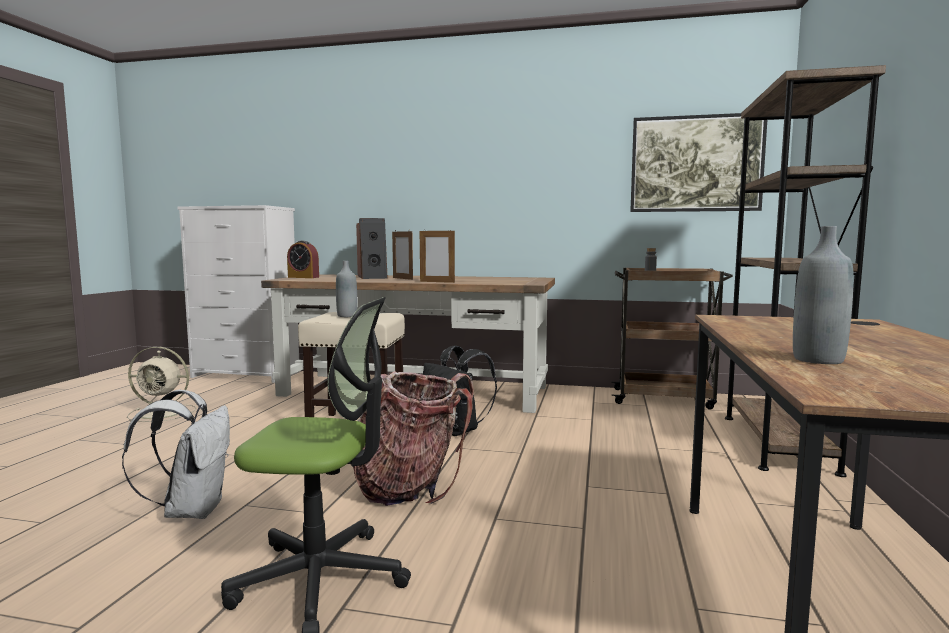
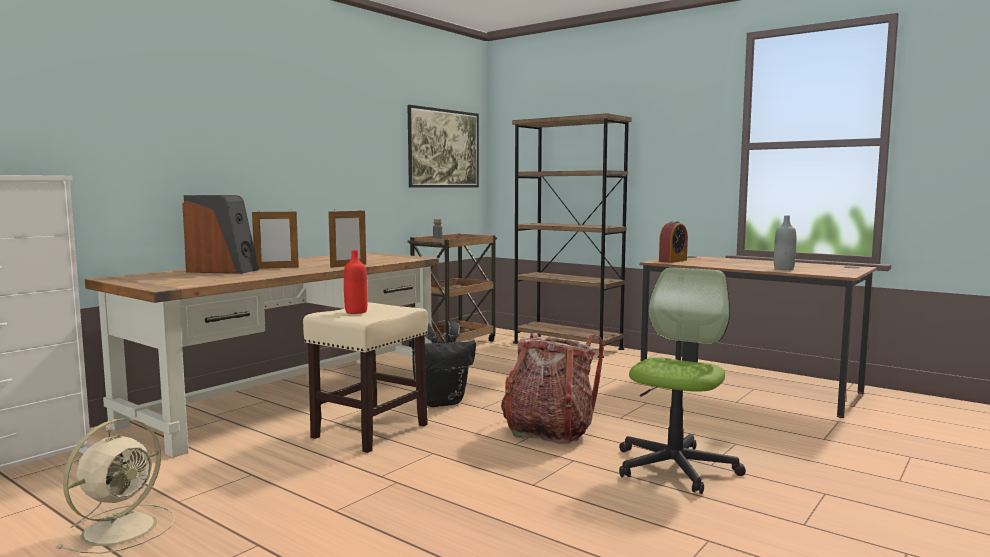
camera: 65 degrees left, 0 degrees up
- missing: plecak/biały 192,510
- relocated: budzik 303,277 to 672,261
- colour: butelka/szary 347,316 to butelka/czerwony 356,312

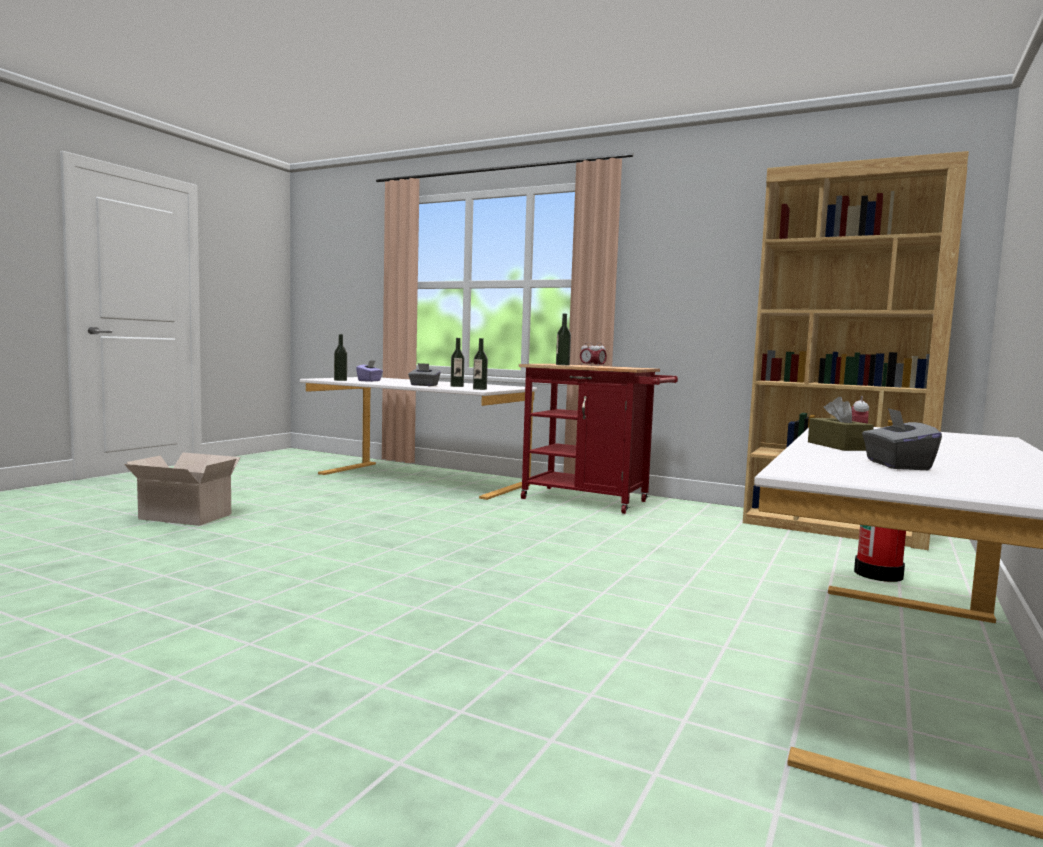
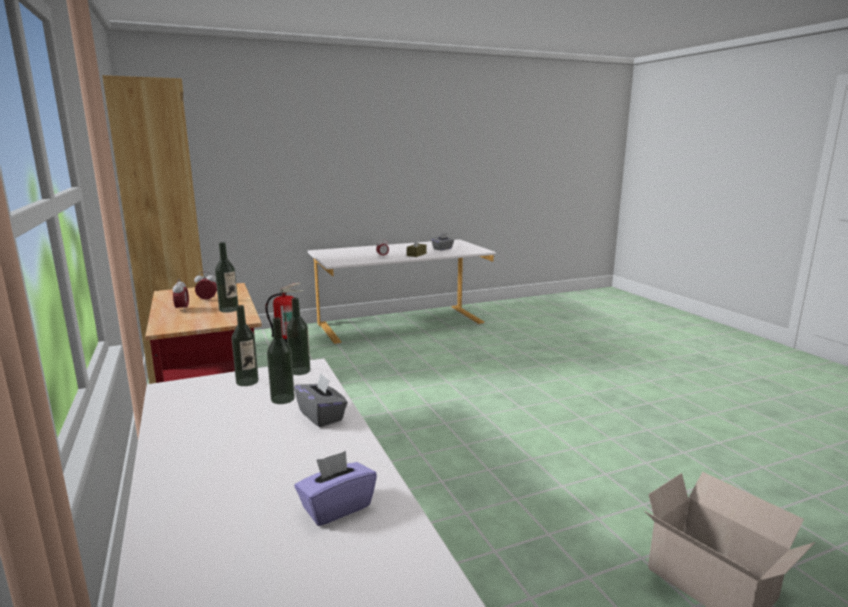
camera: 140 degrees left, 10 degrees up
- relocated: butelka 340,380 to 247,381

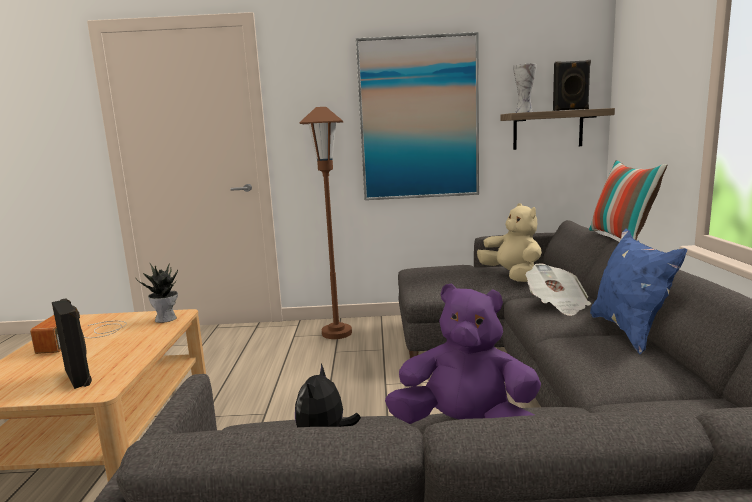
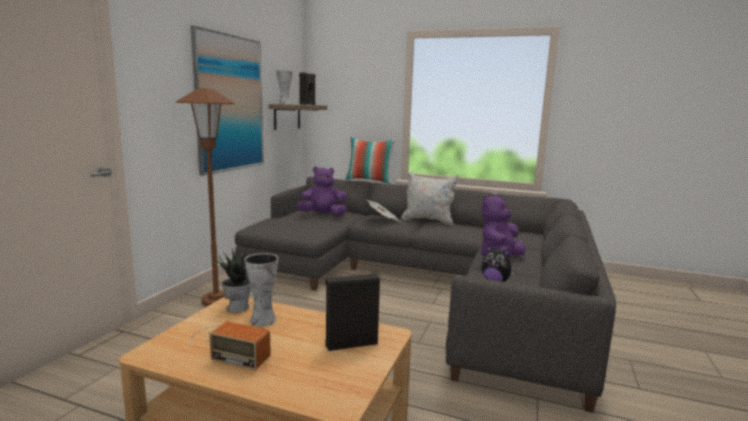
camera: 70 degrees left, 0 degrees up
- appeared: wazon 262,320
- colour: pluszak/beżowy 512,276 to pluszak/fioletowy 323,215
- colour: poduszka/niebieski 629,332 to poduszka/biały 428,221

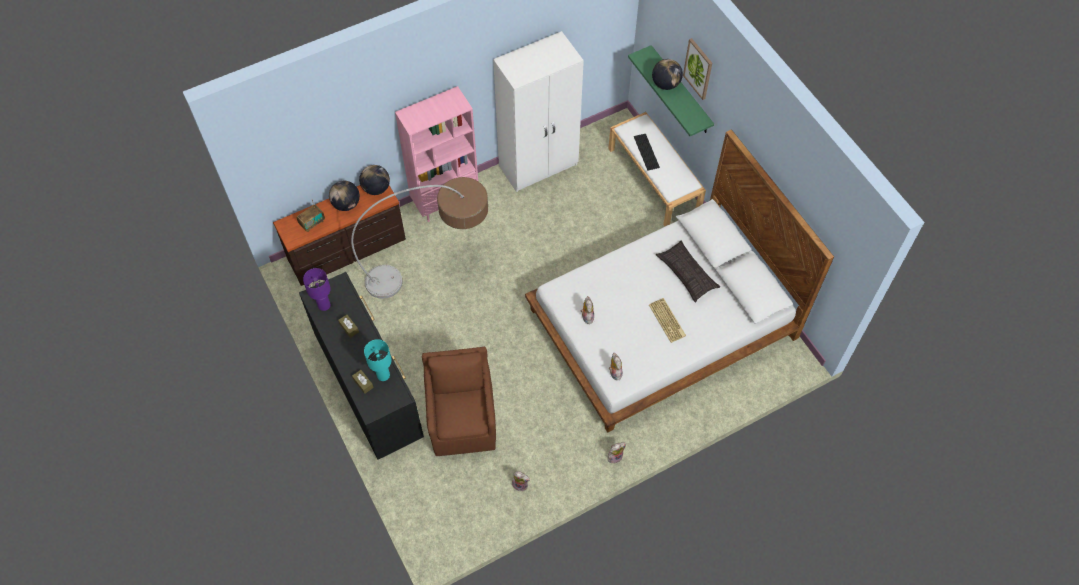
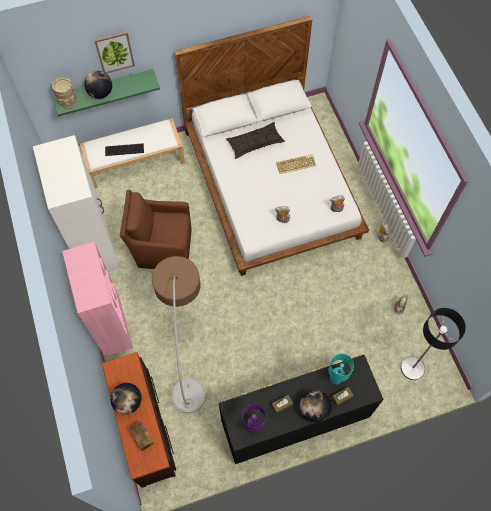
camera: 80 degrees left, 5 degrees up
- appeared: wazon/beżowy 68,101
- appeared: lampa stojąca 412,368
- relocated: globus 376,188 to 314,409
- relocated: fotel/brązowy 463,421 to 162,247

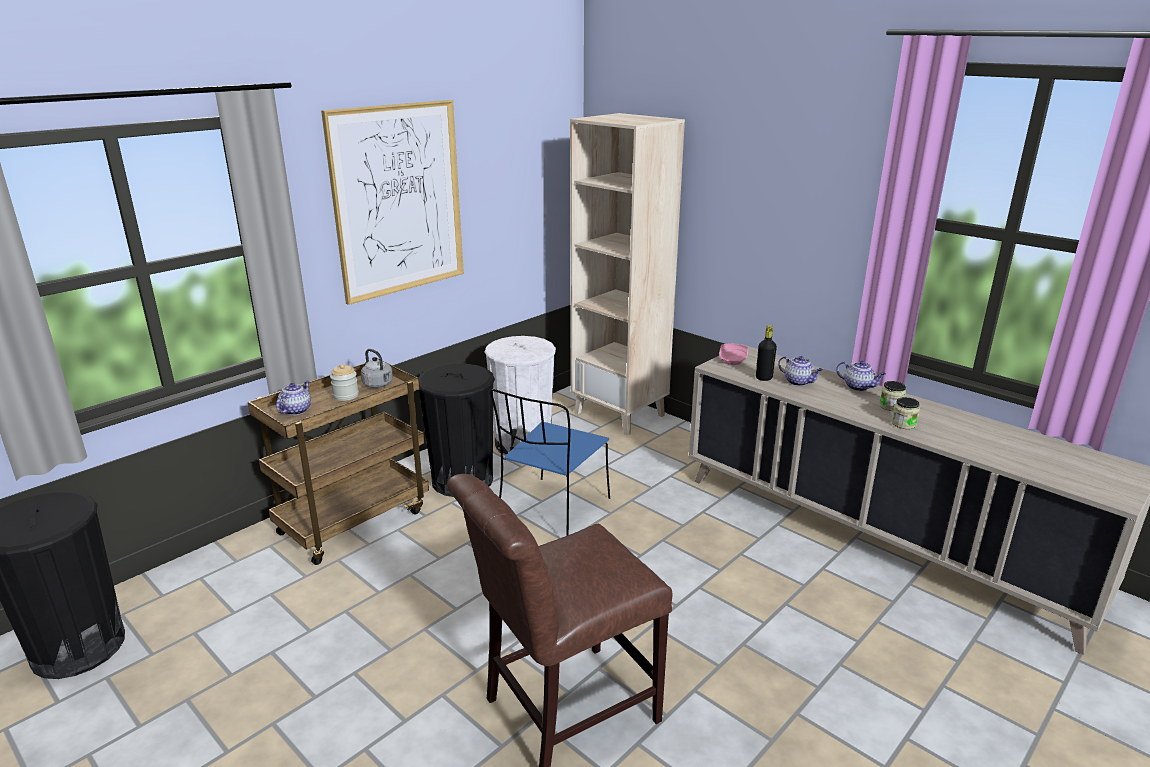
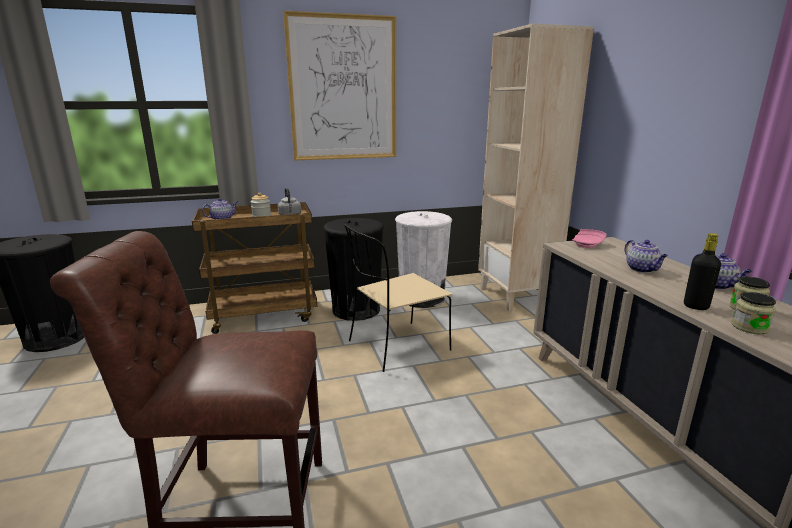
camera: 30 degrees right, 5 degrees down
- relocated: butelka/czarny 764,378 to 696,306
- colour: krzesło/niebieski 552,511 to krzesło/beżowy 396,346

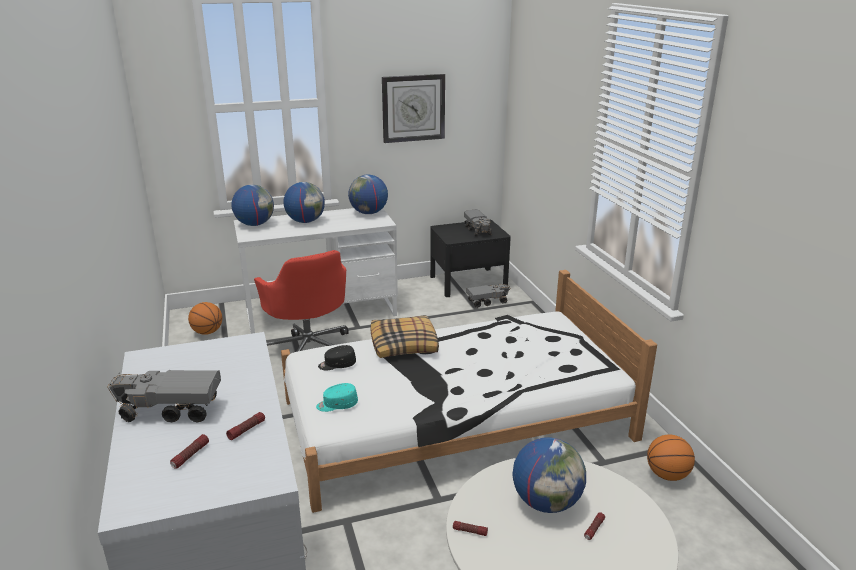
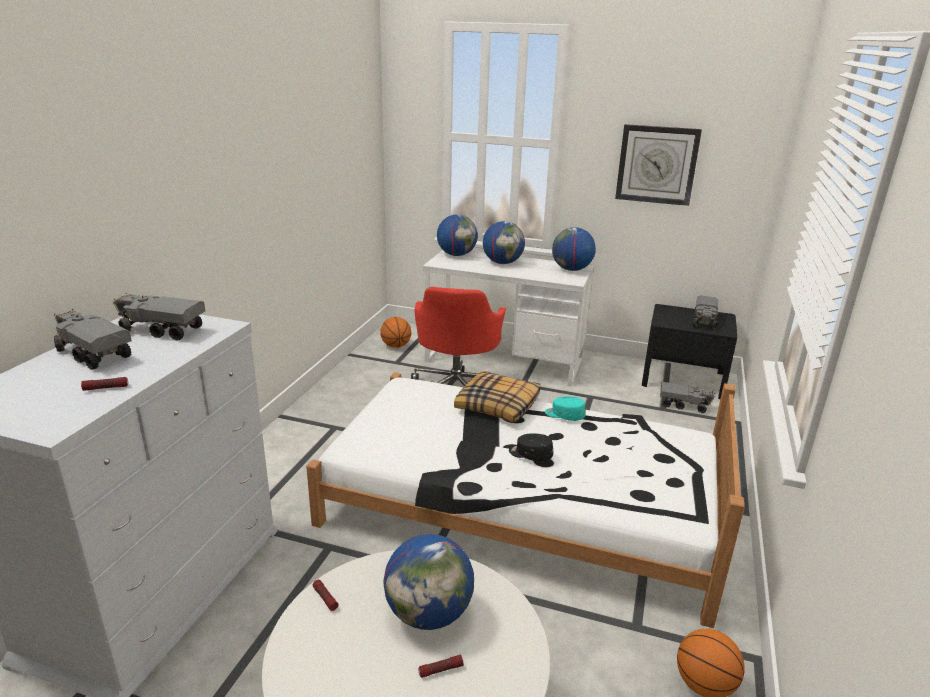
camera: 35 degrees right, 0 degrees up
- missing: latarka 190,456
- appeared: ciężarówka zabawkowa 161,330
- relocated: czapka z daszkiem/turkusowy 337,405 to 564,415
- relocated: czapka z daszkiem/czarny 337,365 to 530,455

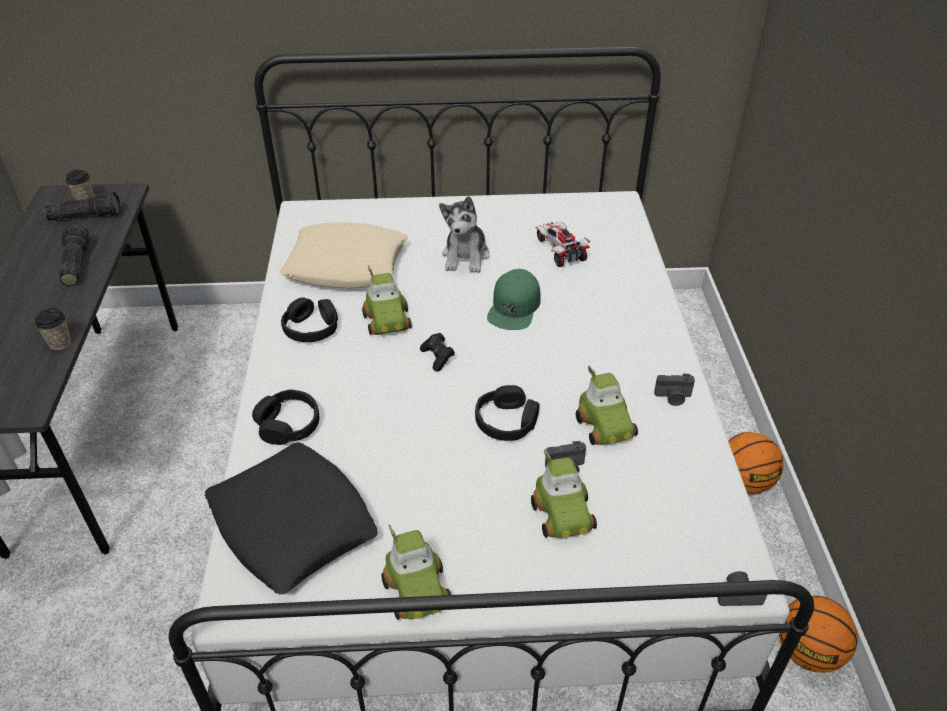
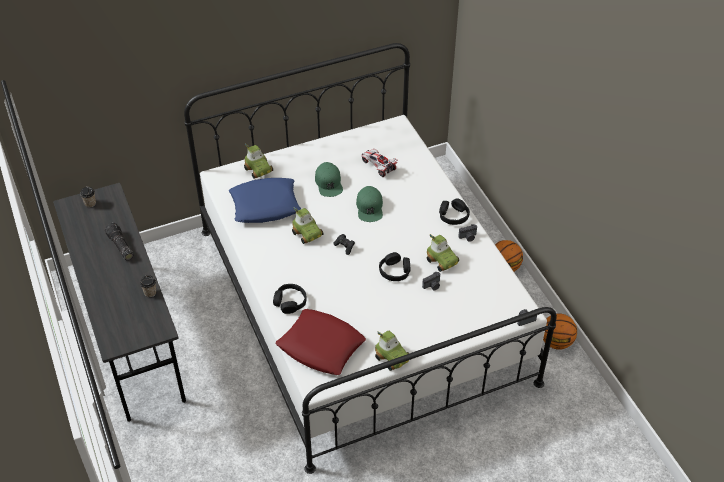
camera: 20 degrees left, 5 degrees up
- missing: latarka 87,216
- relocated: słuchawki/czarny 311,328 to 453,216
- relocated: samochodzik 564,515 to 259,169
- exchanged: pluszak 466,256 to czapka z daszkiem/zielony 329,183
- colour: poduszka/czarny 292,523 to poduszka/czerwony 320,346
- colour: poduszka/beżowy 346,265 to poduszka/niebieski 265,205

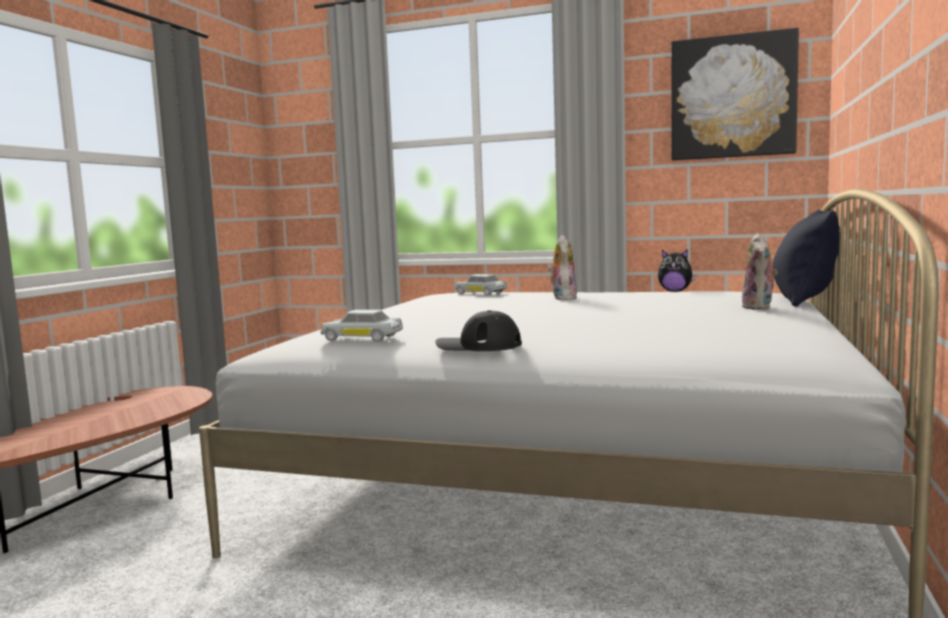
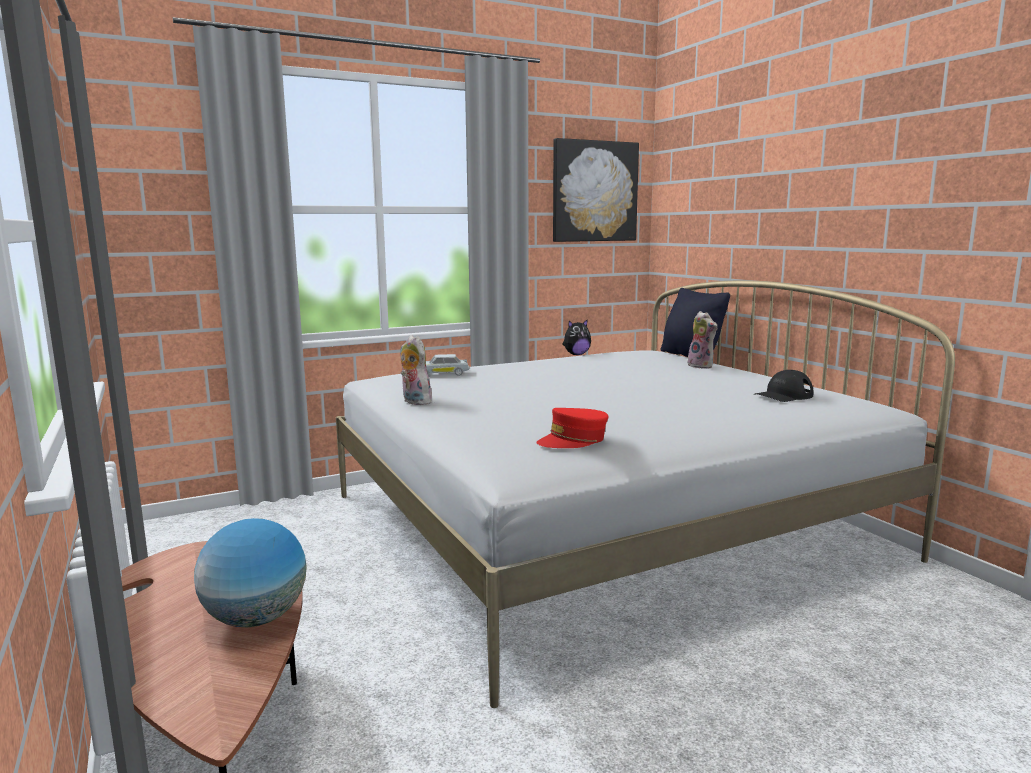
camera: 45 degrees left, 5 degrees up
- appeared: globus 256,619
- relocated: czapka z daszkiem/czarny 478,345 to 783,395
- relocated: pluszak 562,298 to 414,402
- exchanged: samochodzik/biały 362,338 to czapka z daszkiem/czerwony 573,440

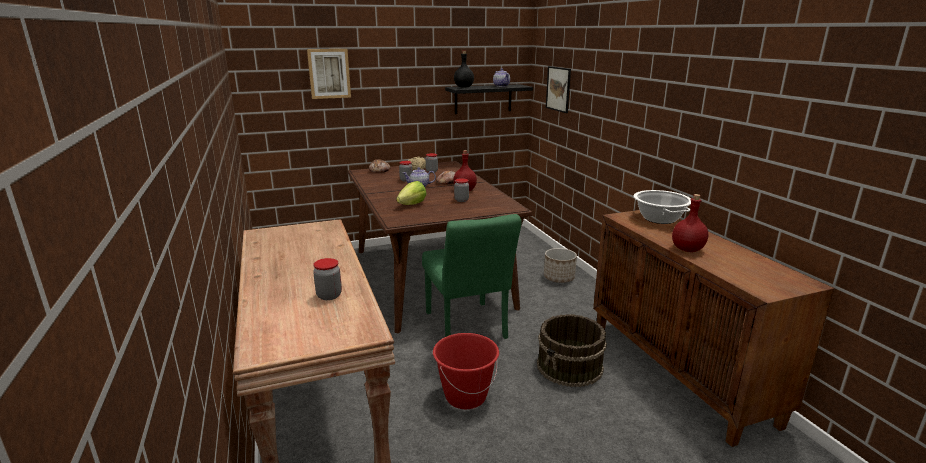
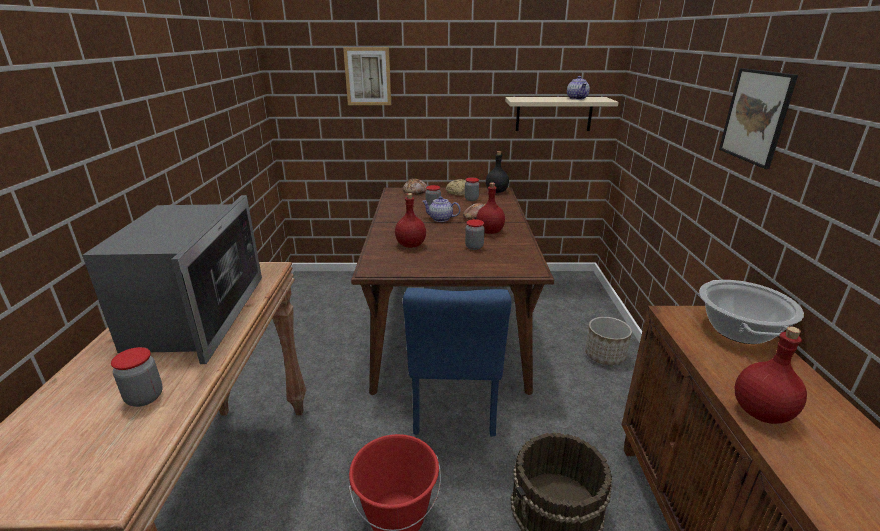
camera: 20 degrees right, 5 degrees up
- appeared: mikrofalówka 196,315
- relocated: butelka/czarny 464,87 to 497,191
- relocated: obraz 558,89 to 755,116
- exchanged: sałata 412,204 to butelka/czerwony 411,245
- colour: krzesło/zielony 468,329 to krzesło/niebieski 454,408
- colour: półka/czarny 483,99 to półka/beżowy 554,114

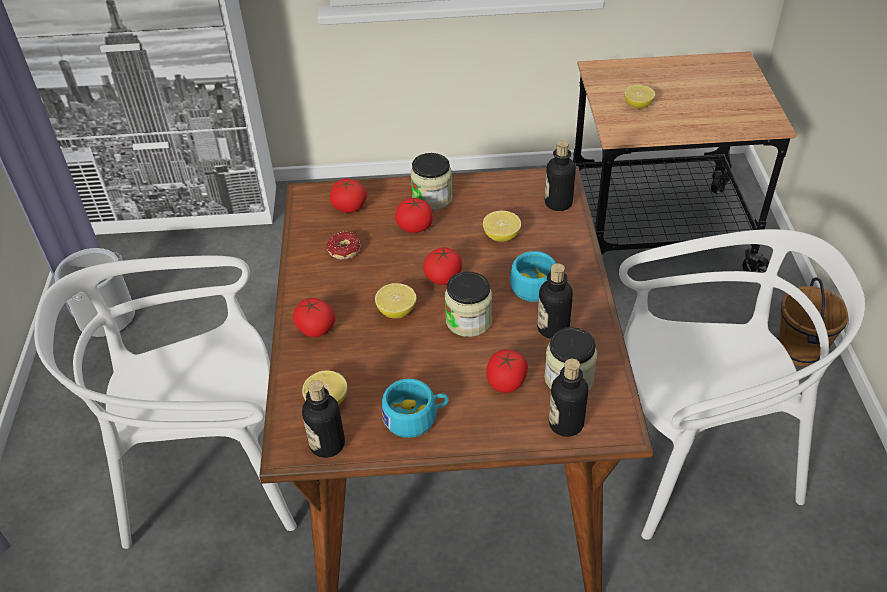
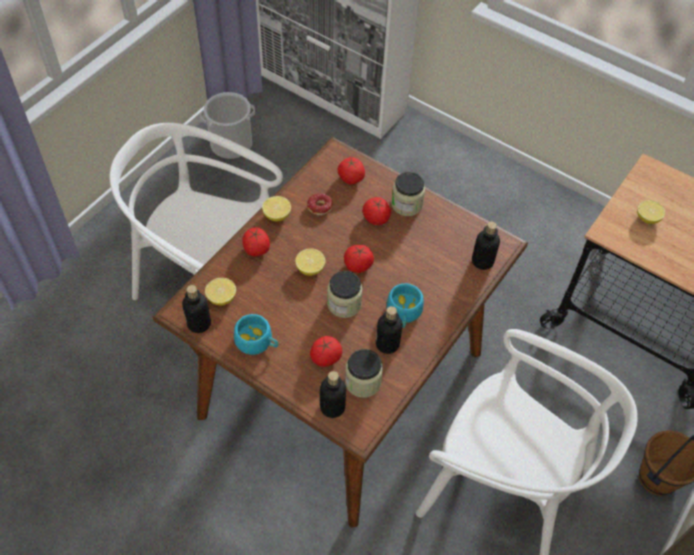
camera: 35 degrees right, 10 degrees up
- relocated: cytryna 501,236 to 277,215

